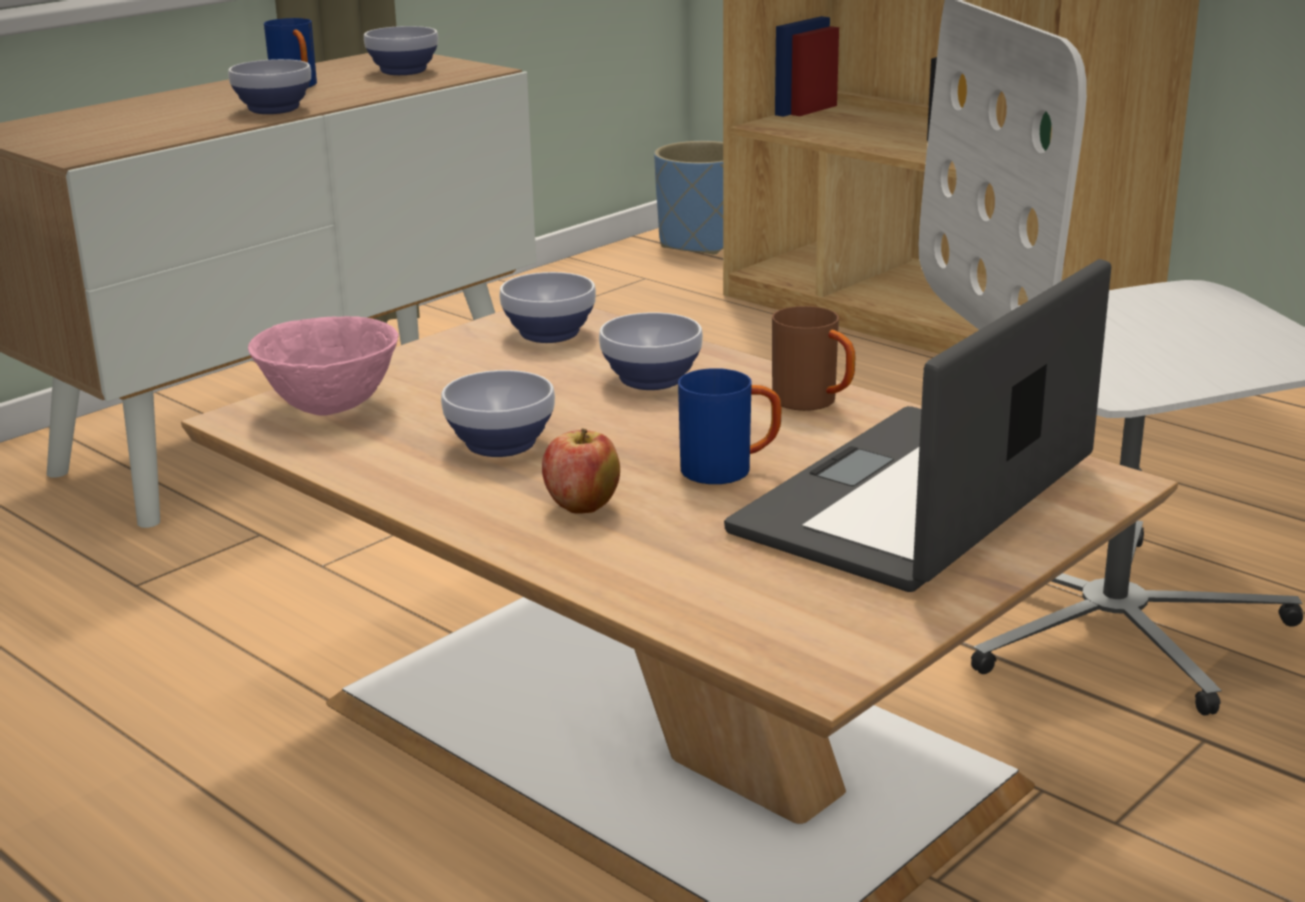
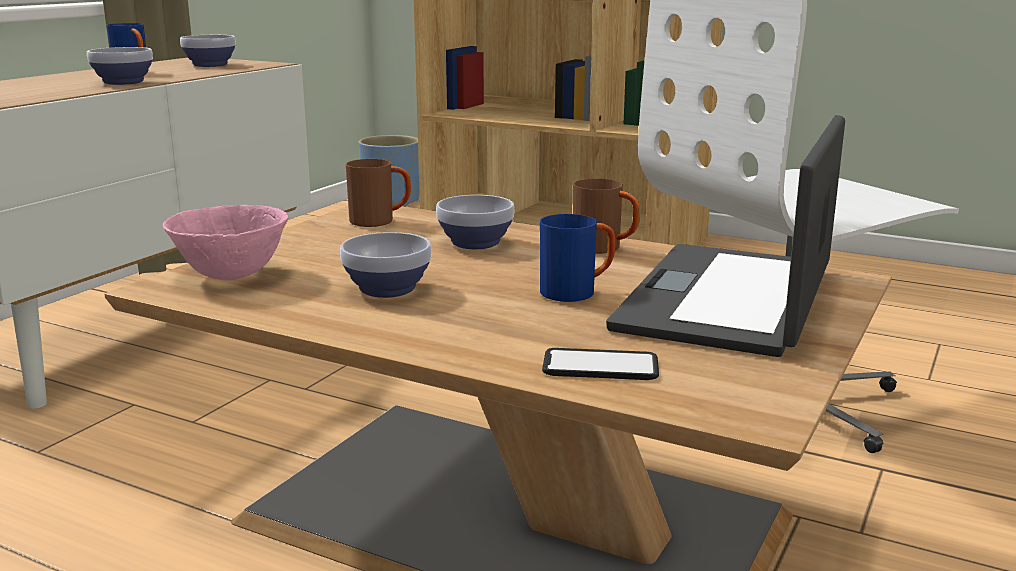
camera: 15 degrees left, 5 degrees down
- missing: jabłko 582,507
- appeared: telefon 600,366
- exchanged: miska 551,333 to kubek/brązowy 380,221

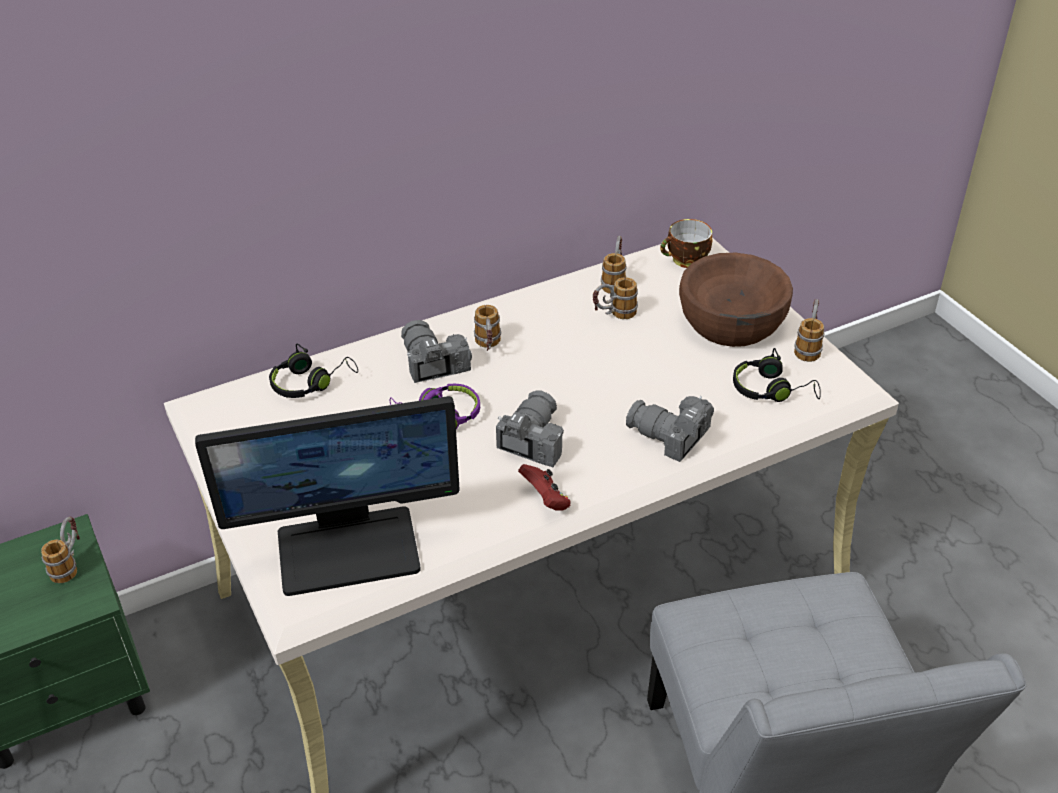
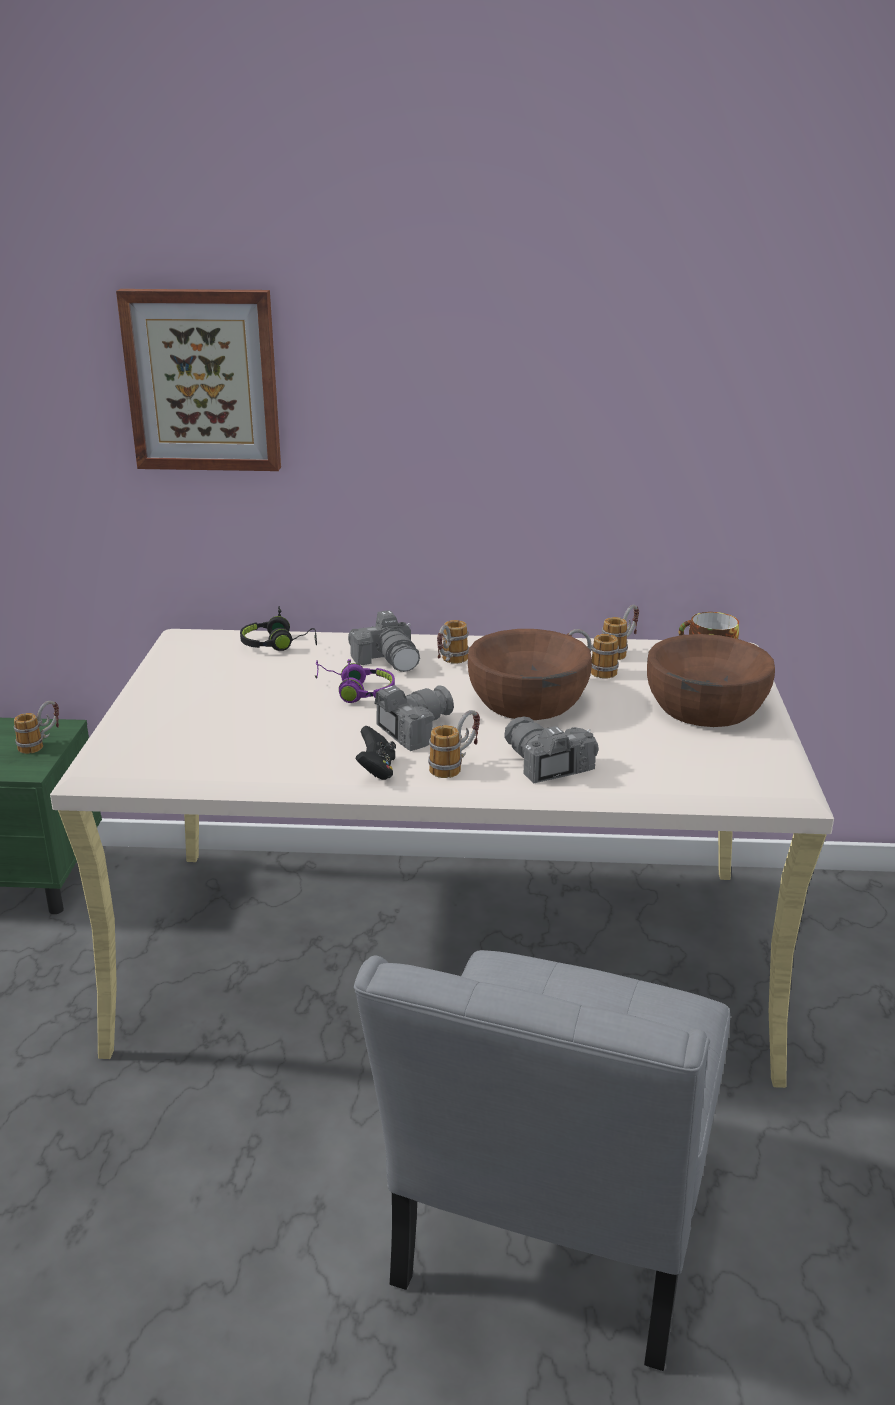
camera: 30 degrees right, 15 degrees down
- missing: monitor 349,548
- missing: słuchawki/czarny 772,389
- appeared: obraz 203,380
- appeared: miska/brązowy 528,700
- relocated: kubek 808,346 to 455,765
- colour: pad do gier/czerwony 546,500 to pad do gier/czarny 377,770
- spun: aparat fotograficzny 432,364 = 389,660 150 degrees clockwise

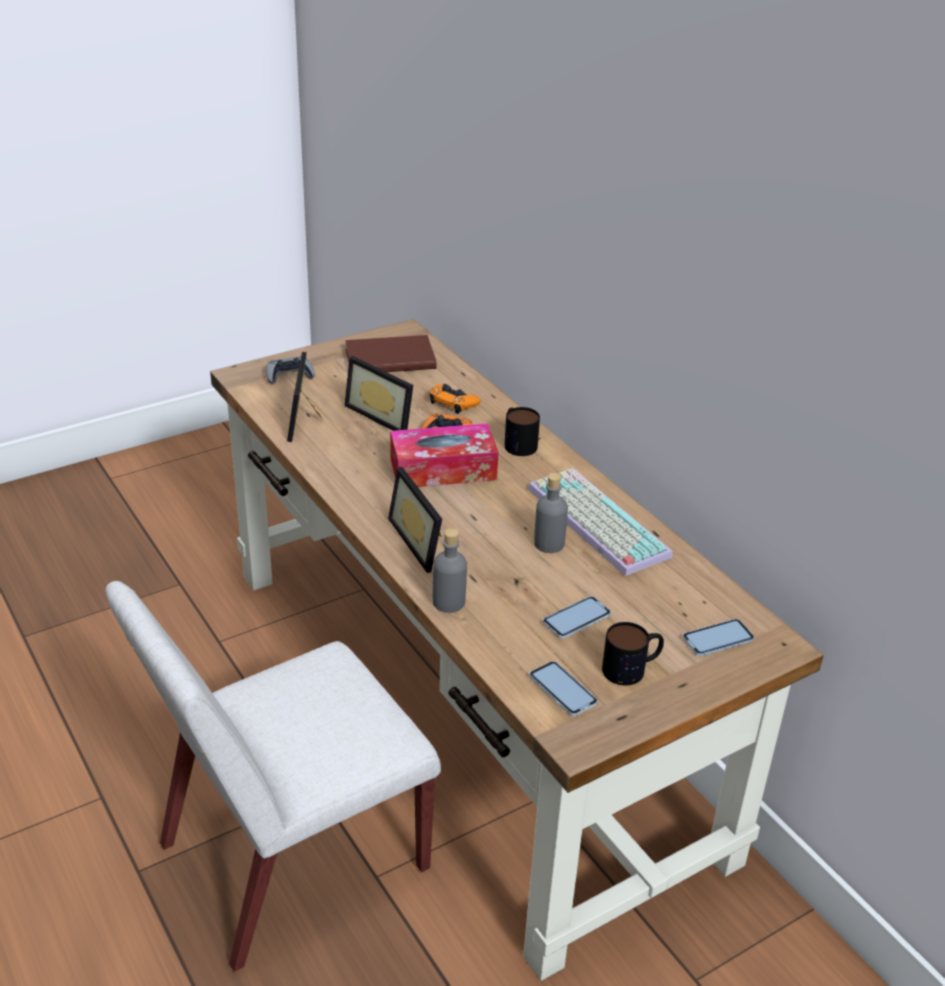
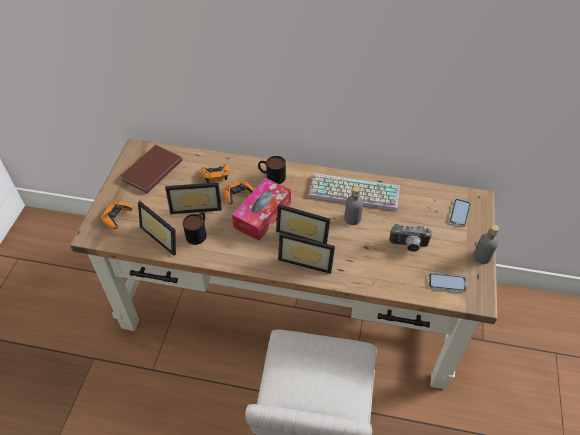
camera: 45 degrees left, 15 degrees up
- appeared: ramka na zdjęcie 304,232
- relocated: butelka/szary 449,602 to 482,257
- relocated: kubek 632,668 to 198,232
- exchanged: telefon 576,619 to aparat fotograficzny 408,246
- colour: pad do gier/szary 289,375 to pad do gier/pomarańczowy 116,216

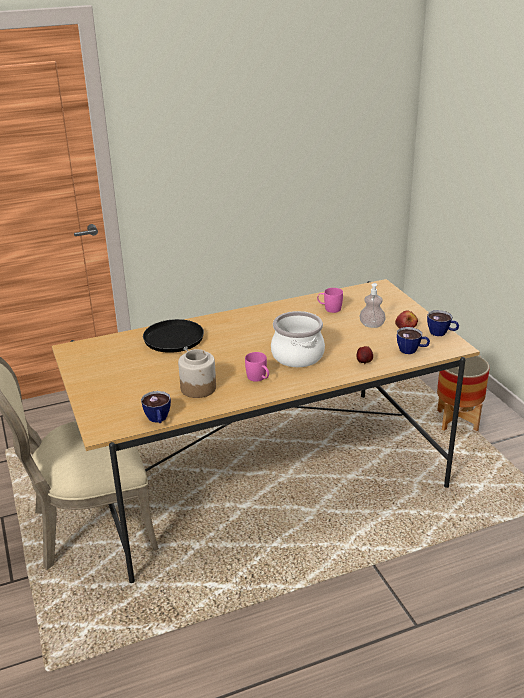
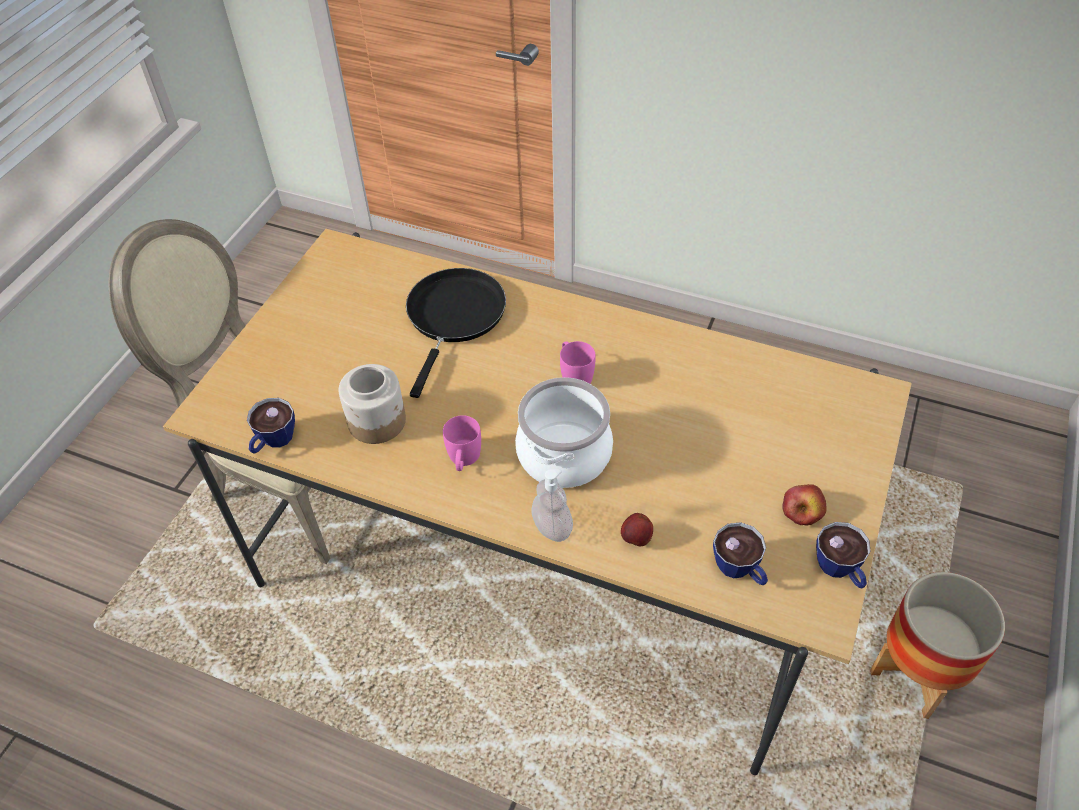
camera: 45 degrees right, 20 degrees up
- relocated: kubek/różowy 329,308 to 574,374
- relocated: dozownik mydła 372,325 to 552,527

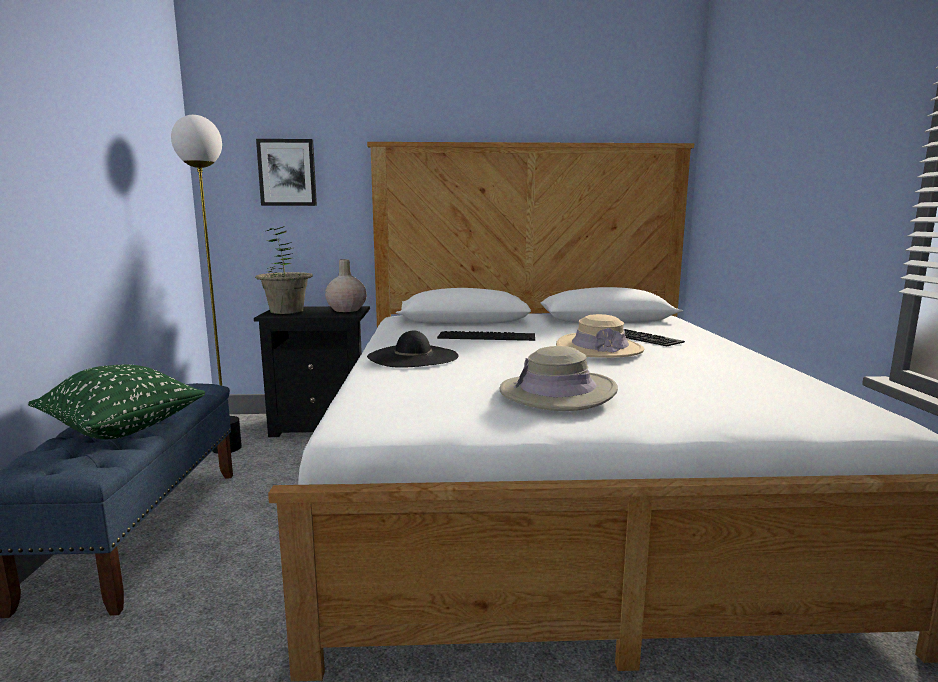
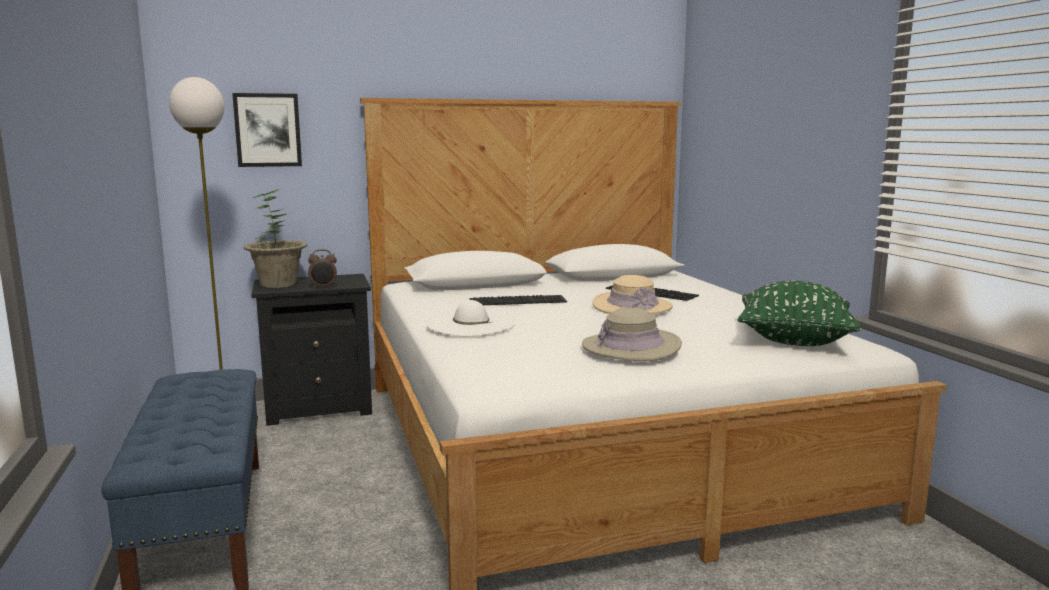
camera: 15 degrees left, 0 degrees up
- missing: wazon/beżowy 346,310
- appeared: budzik 323,287
- relocated: poduszka/zielony 123,429 to 794,340
- colour: kapelusz/czarny 412,356 to kapelusz/biały 470,325

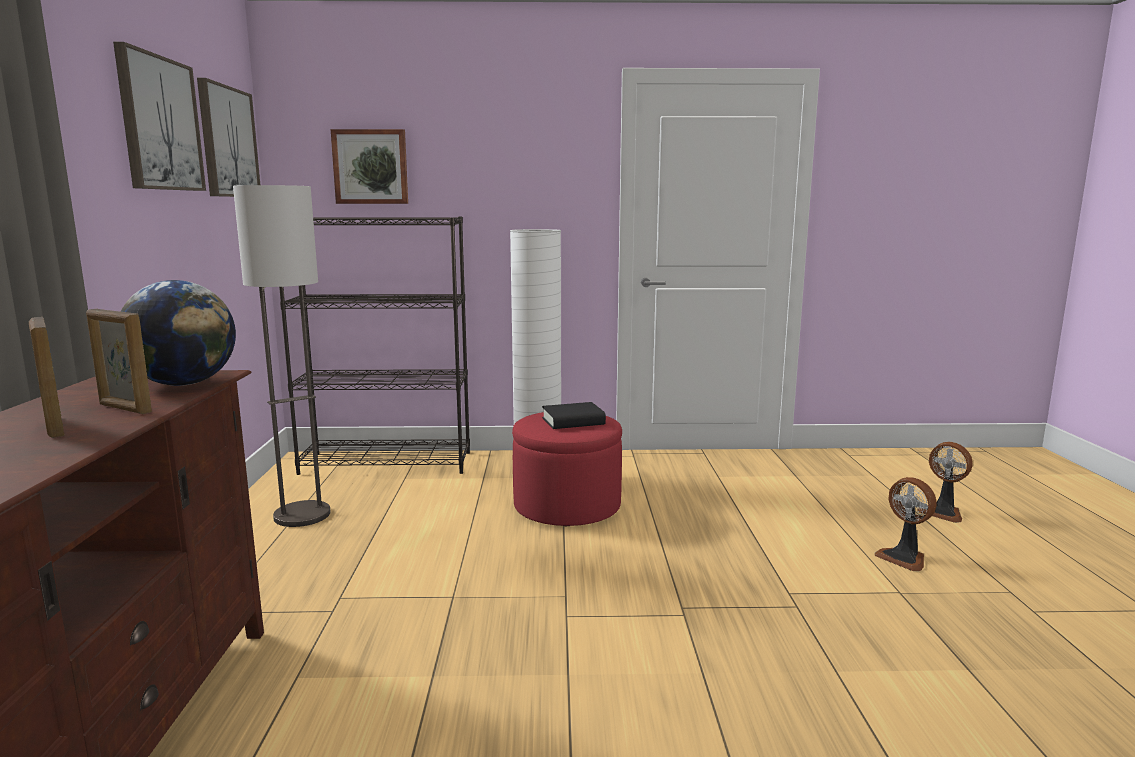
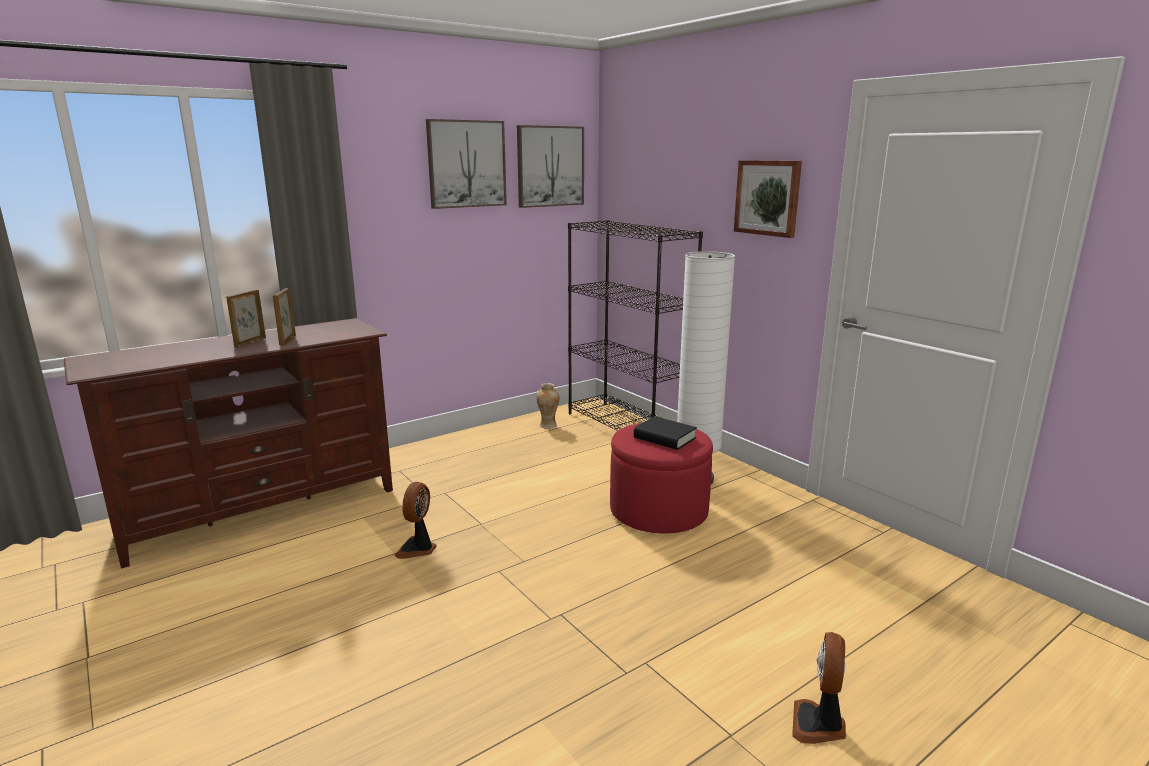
camera: 55 degrees right, 5 degrees up
- missing: globus 184,384
- missing: lampa stojąca 302,515
- appeared: wazon 548,425
- relocated: obraz 371,167 to 768,197
- relocated: wentylator 943,512 to 418,549

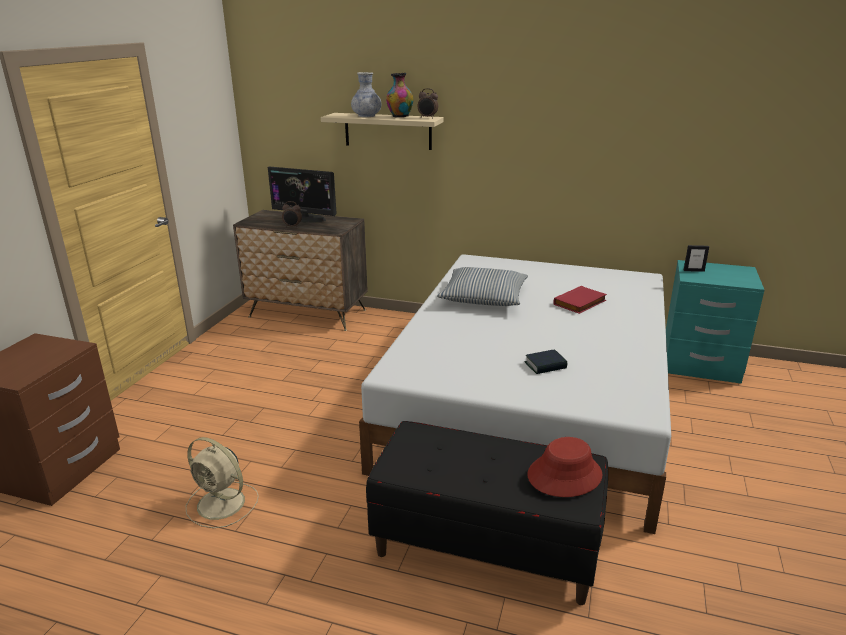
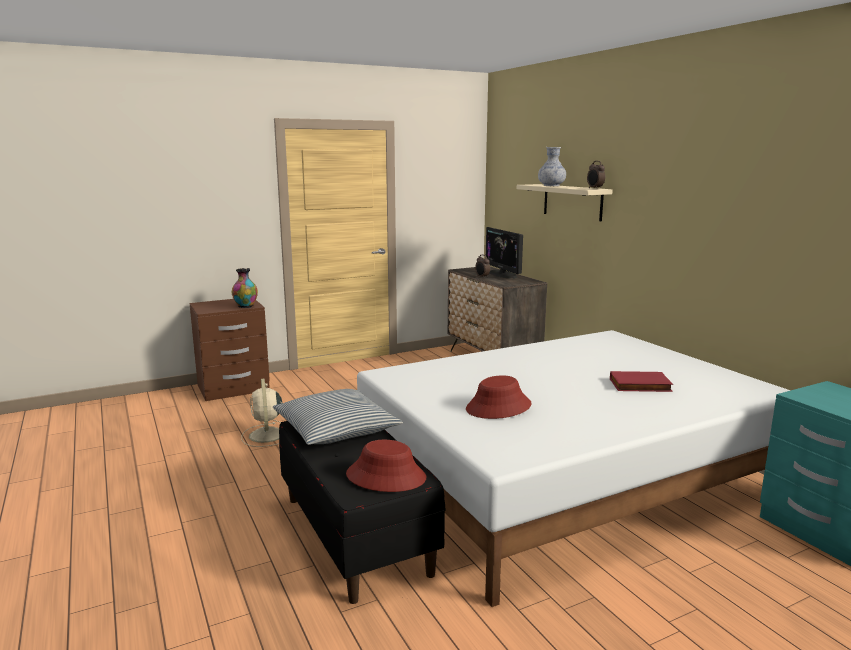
camera: 45 degrees right, 10 degrees down
- missing: ramka na zdjęcie 693,270
- relocated: wazon 400,116 to 245,306
- relocated: poduszka 483,297 to 336,429
- exchanged: książka 545,365 to kapelusz/czerwony 498,407

